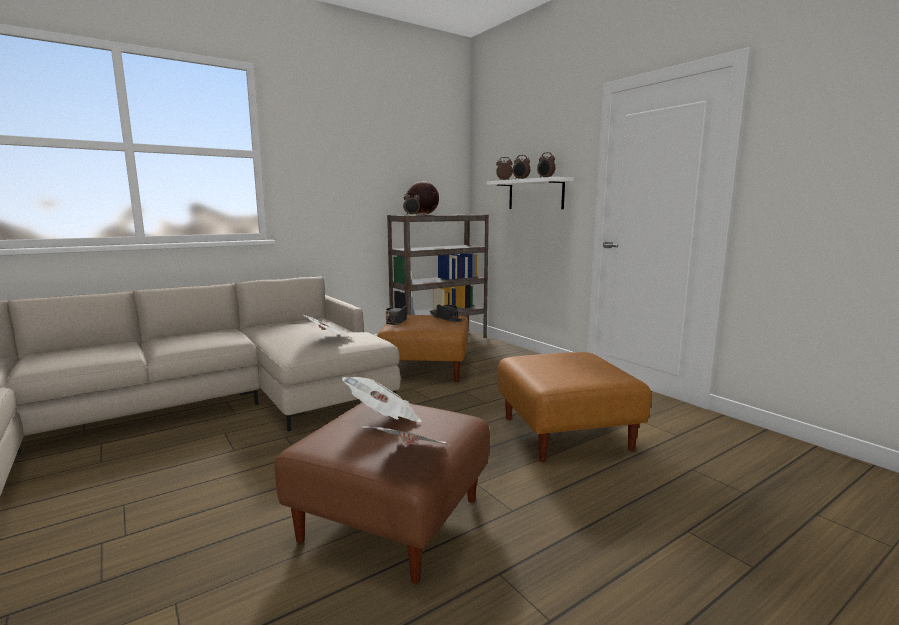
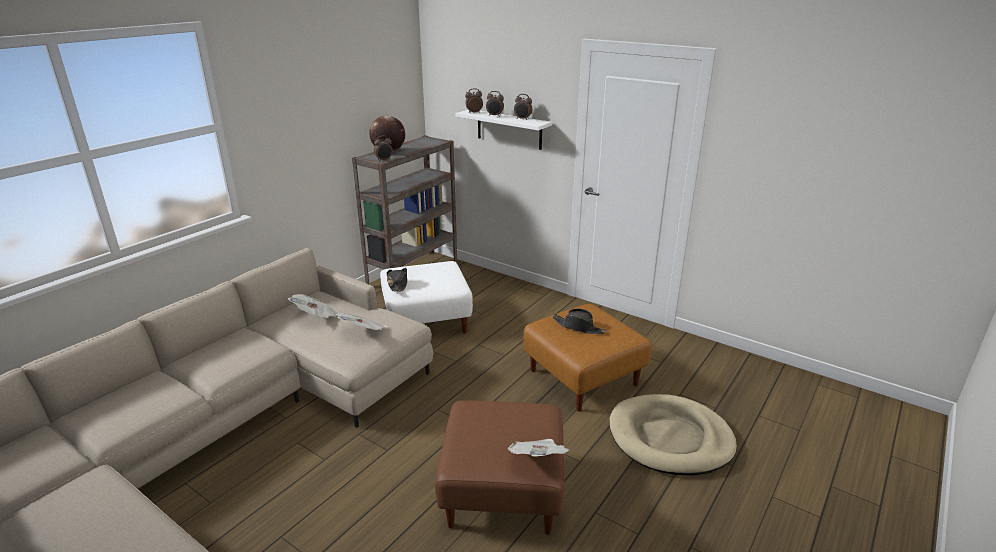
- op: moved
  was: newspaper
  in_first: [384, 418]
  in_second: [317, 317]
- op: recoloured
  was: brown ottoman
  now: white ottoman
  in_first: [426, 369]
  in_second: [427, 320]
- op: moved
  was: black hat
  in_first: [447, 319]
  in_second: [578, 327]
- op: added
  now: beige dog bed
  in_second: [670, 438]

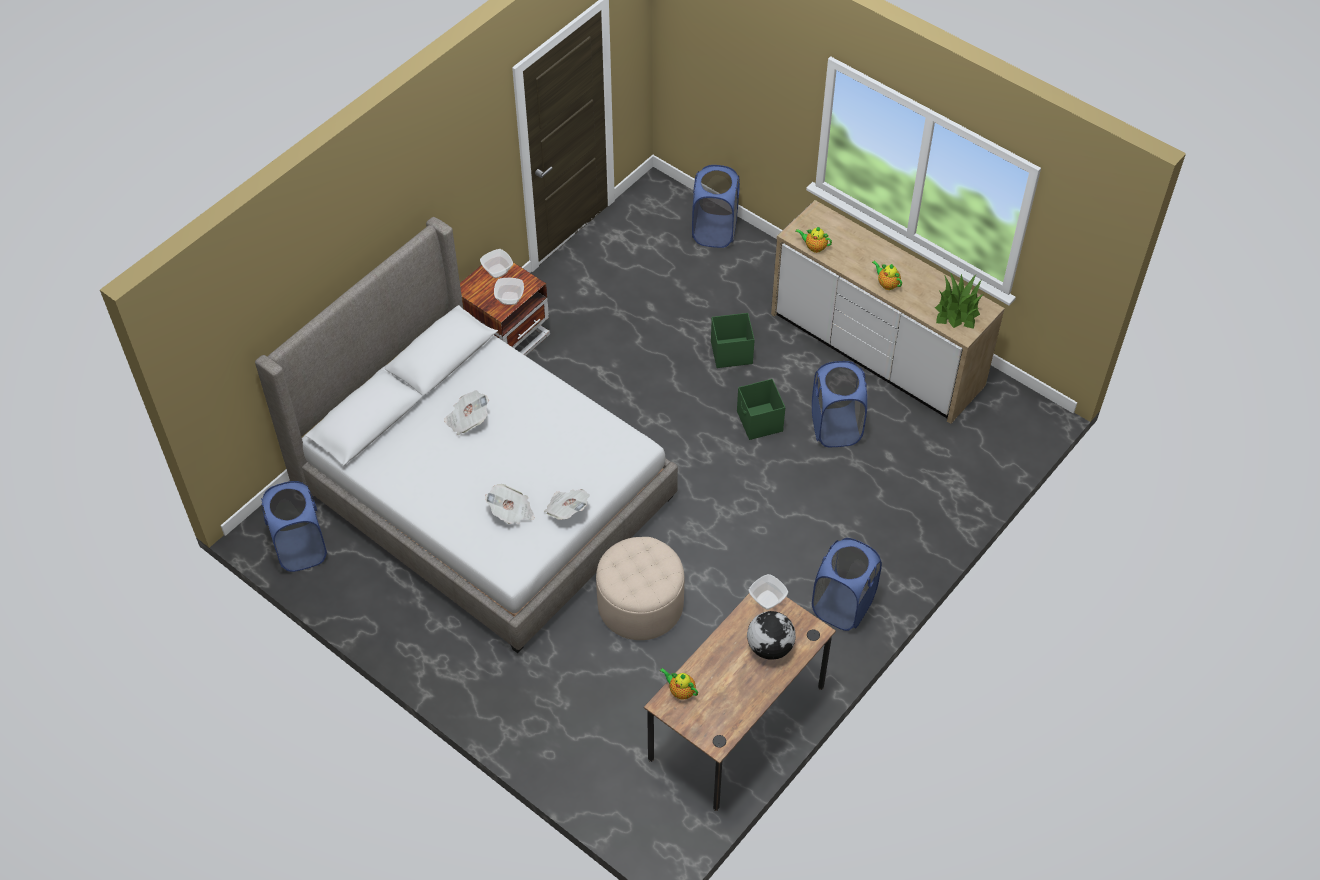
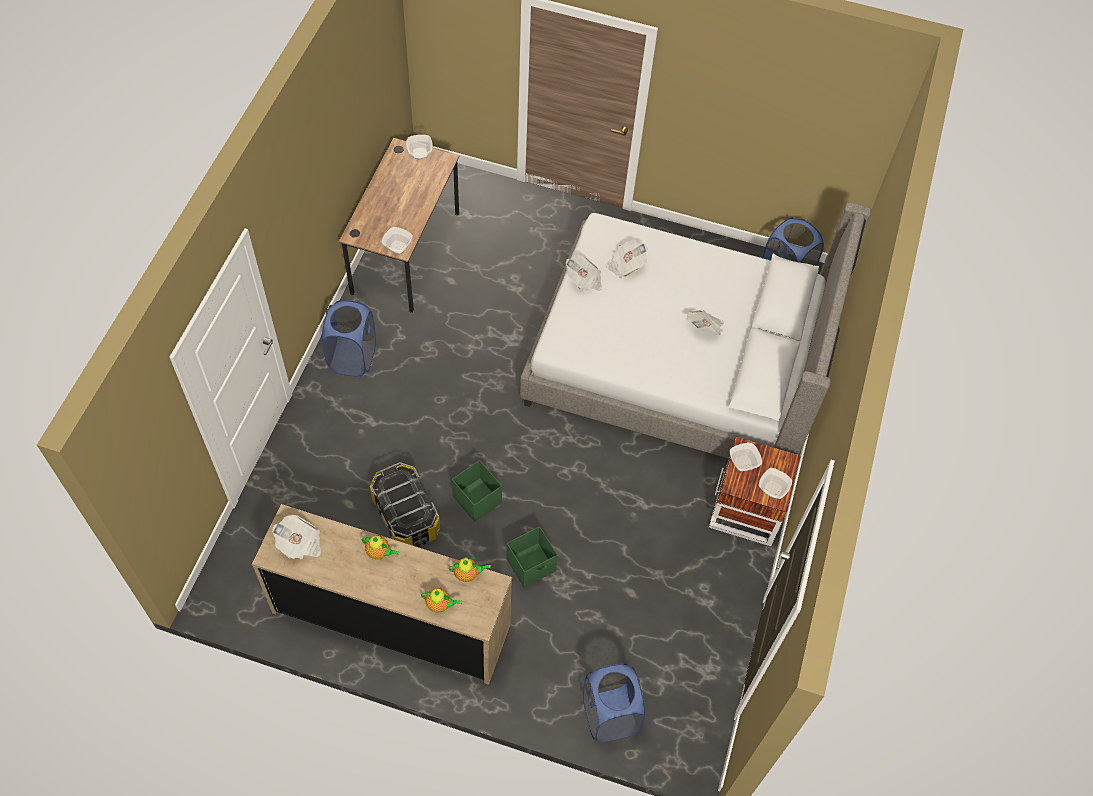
- op: removed
  was: beige ottoman
  in_first: [640, 604]
- op: moved
  was: teapot
  in_first: [680, 691]
  in_second: [440, 605]
- op: removed
  was: globe
  in_first: [770, 646]
- op: replaced
  was: blue laundry basket
  now: storage box
  in_first: [836, 428]
  in_second: [405, 516]
- op: replaced
  was: potted plant
  now: newspaper
  in_first: [957, 310]
  in_second: [300, 544]
- op: added
  now: bowl
  in_second: [419, 153]

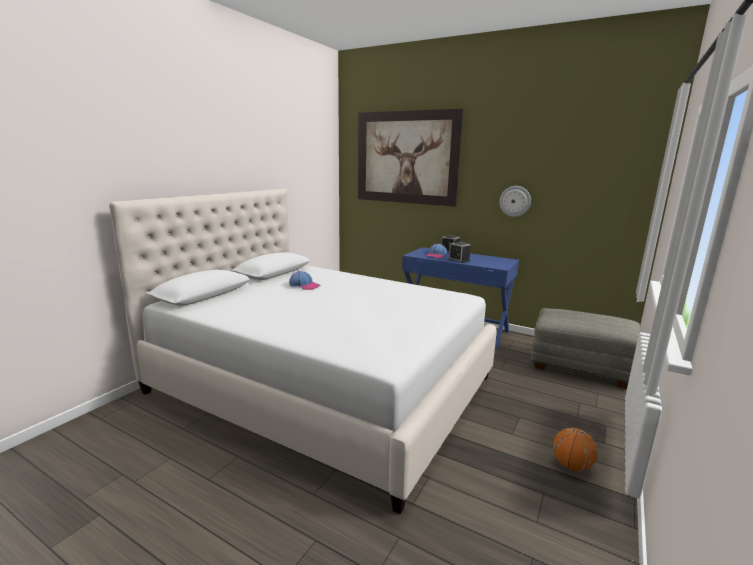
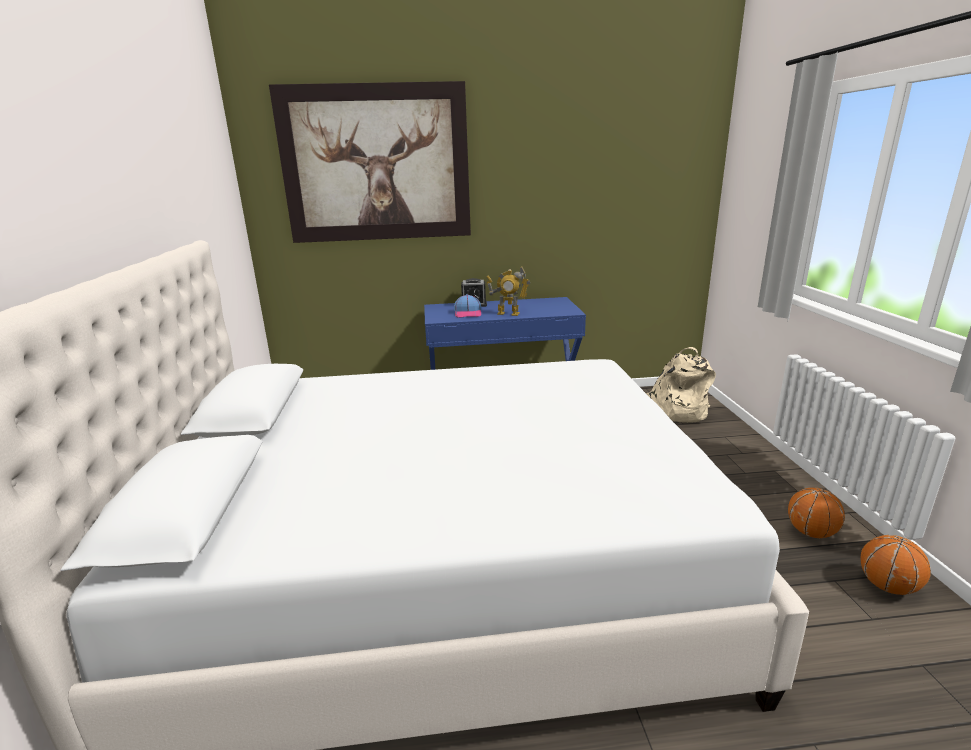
- op: removed
  was: cap
  in_first: [305, 285]
- op: replaced
  was: alarm clock
  now: toy robot
  in_first: [458, 260]
  in_second: [508, 313]
- op: removed
  was: wall clock
  in_first: [515, 201]
- op: replaced
  was: grey ottoman
  now: beige backpack
  in_first: [580, 366]
  in_second: [675, 411]
- op: added
  now: basketball
  in_second: [887, 586]

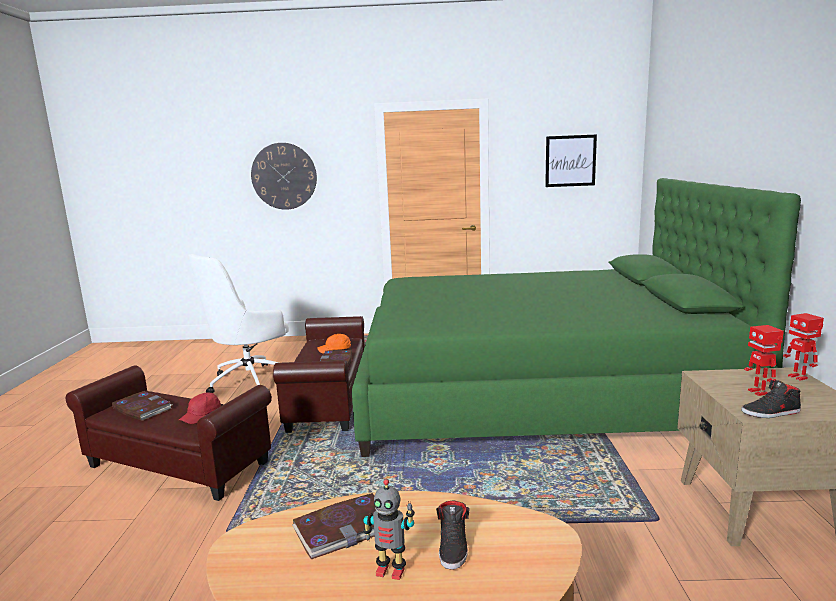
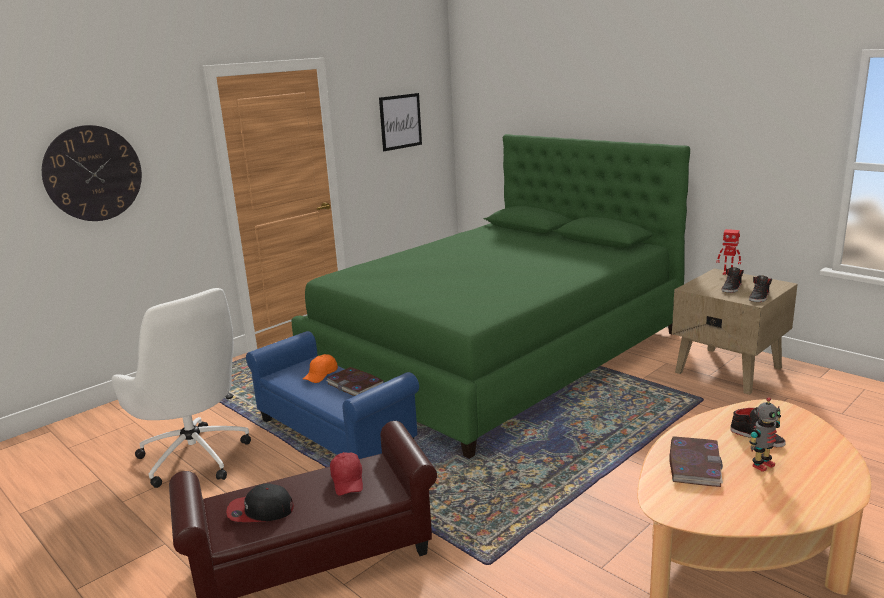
- op: replaced
  was: book
  now: cap
  in_first: [142, 409]
  in_second: [260, 511]
- op: turned
  was: white office chair
  in_first: [249, 381]
  in_second: [195, 458]
  clockwise: -45
- op: recoloured
  was: brown ottoman
  now: blue ottoman
  in_first: [329, 400]
  in_second: [335, 434]
- op: replaced
  was: toy robot
  now: black shoe
  in_first: [758, 392]
  in_second: [732, 288]

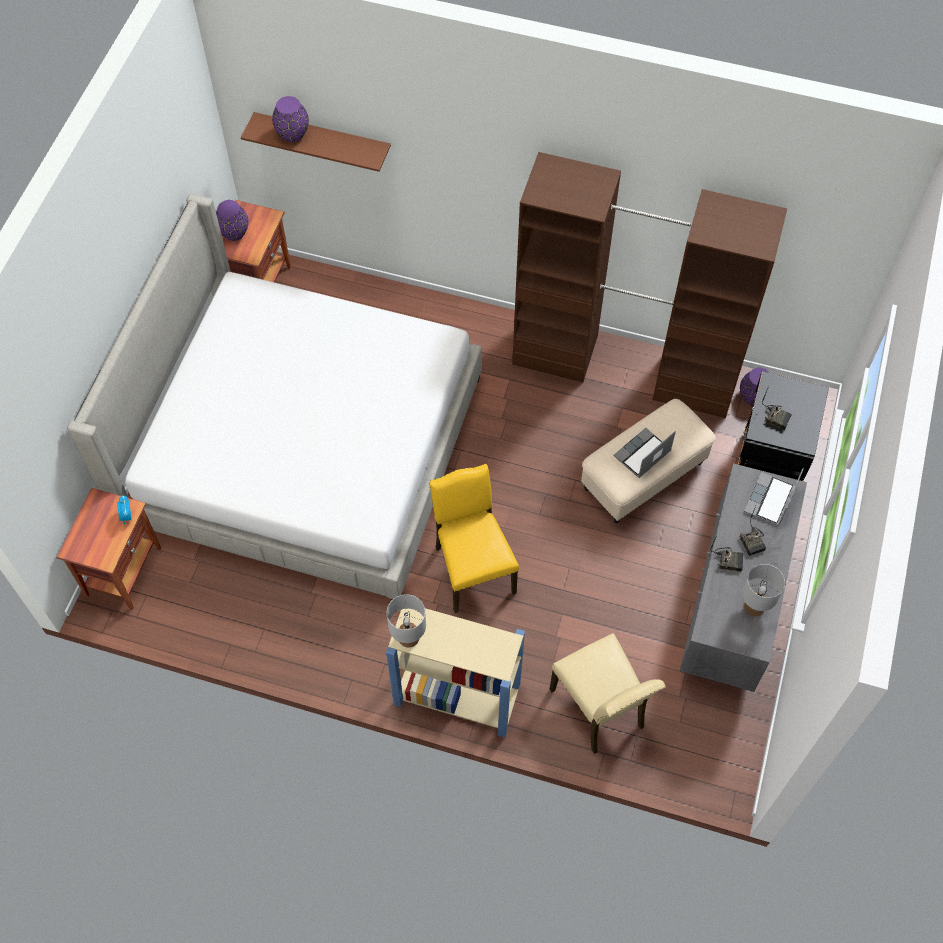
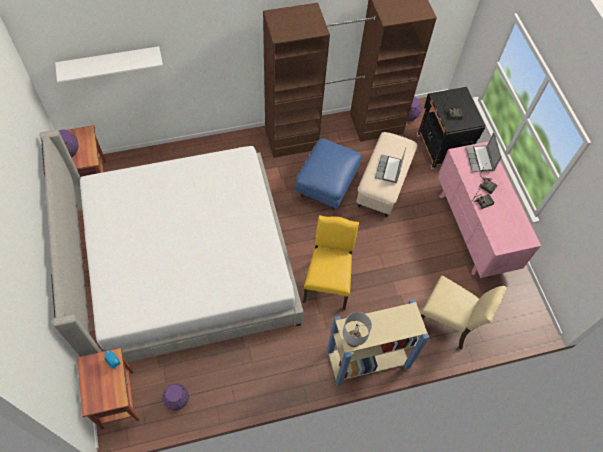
- op: recoloured
  was: brown shelf
  now: white shelf
  in_first: [323, 138]
  in_second: [110, 62]
- op: moved
  was: purple vase
  in_first: [293, 134]
  in_second: [177, 400]
- op: turned
  was: yellow chair
  in_first: [472, 568]
  in_second: [327, 282]
  clockwise: 60
- op: recoloured
  was: grey dresser
  now: pink dresser
  in_first: [731, 605]
  in_second: [473, 230]
- op: removed
  was: grey table lamp
  in_first: [754, 606]
- op: added
  now: blue ottoman
  in_second: [326, 185]

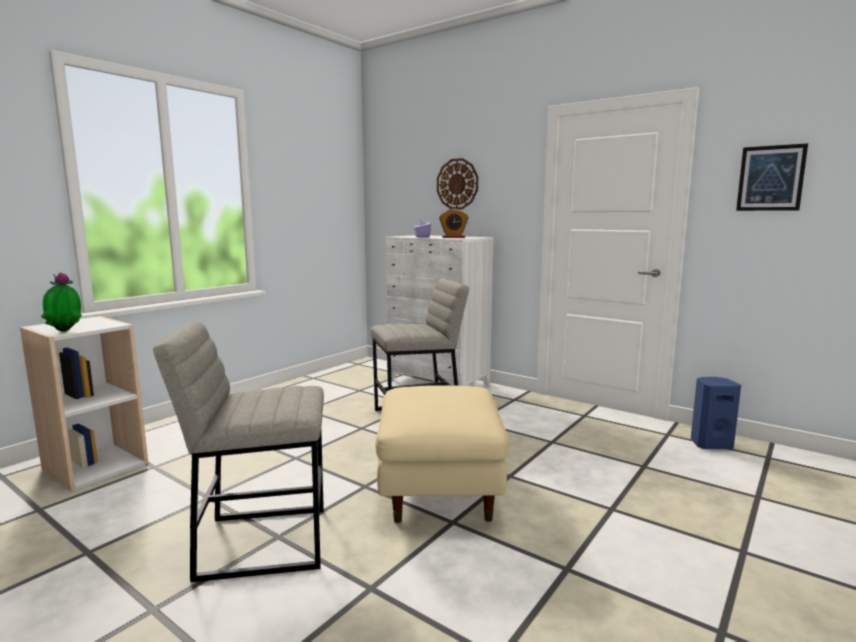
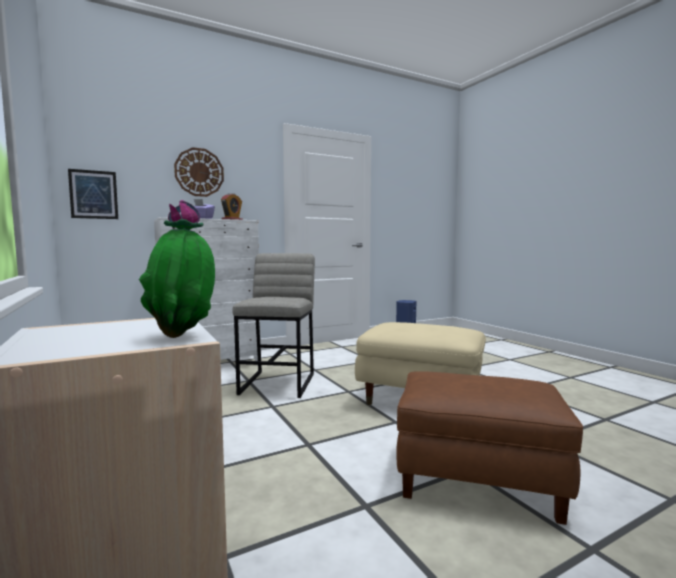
- op: replaced
  was: grey chair
  now: brown ottoman
  in_first: [259, 542]
  in_second: [476, 479]
- op: moved
  was: picture
  in_first: [770, 178]
  in_second: [93, 194]

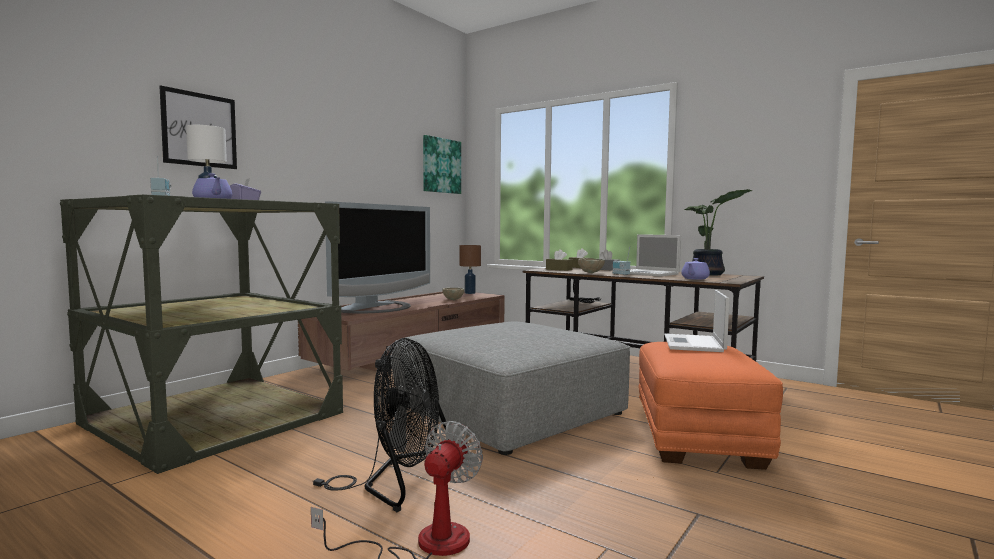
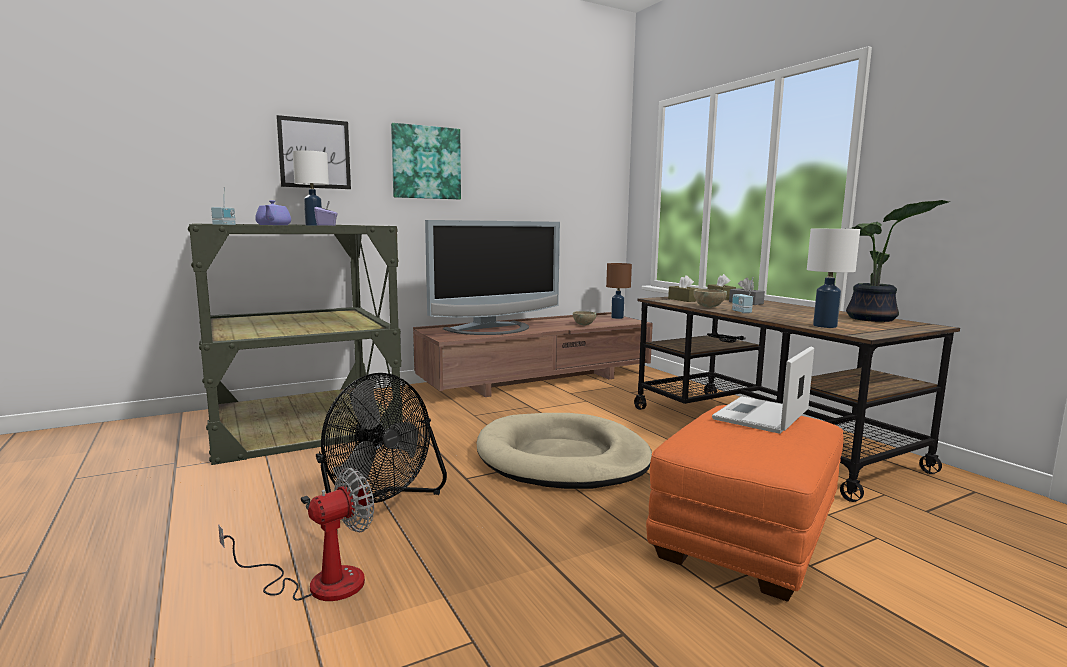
- op: replaced
  was: grey ottoman
  now: beige dog bed
  in_first: [511, 409]
  in_second: [562, 458]
- op: moved
  was: picture
  in_first: [441, 165]
  in_second: [426, 162]
- op: removed
  was: laptop
  in_first: [649, 273]
- op: replaced
  was: purple teapot
  now: white table lamp
  in_first: [694, 279]
  in_second: [825, 326]

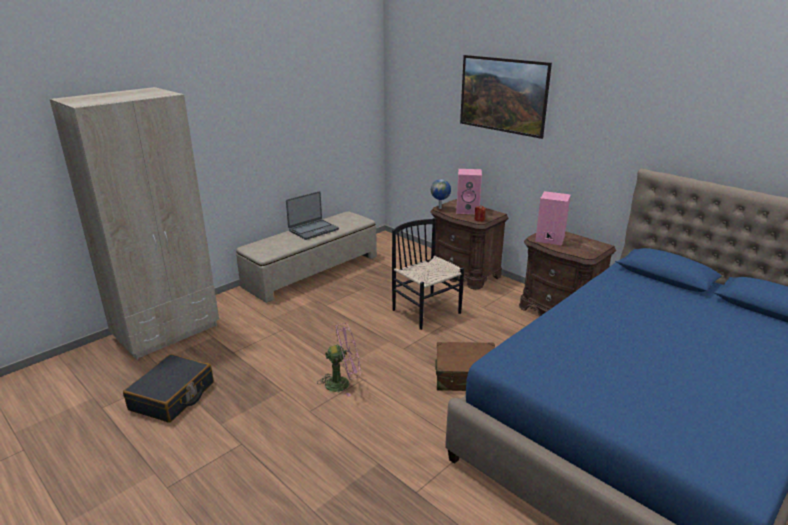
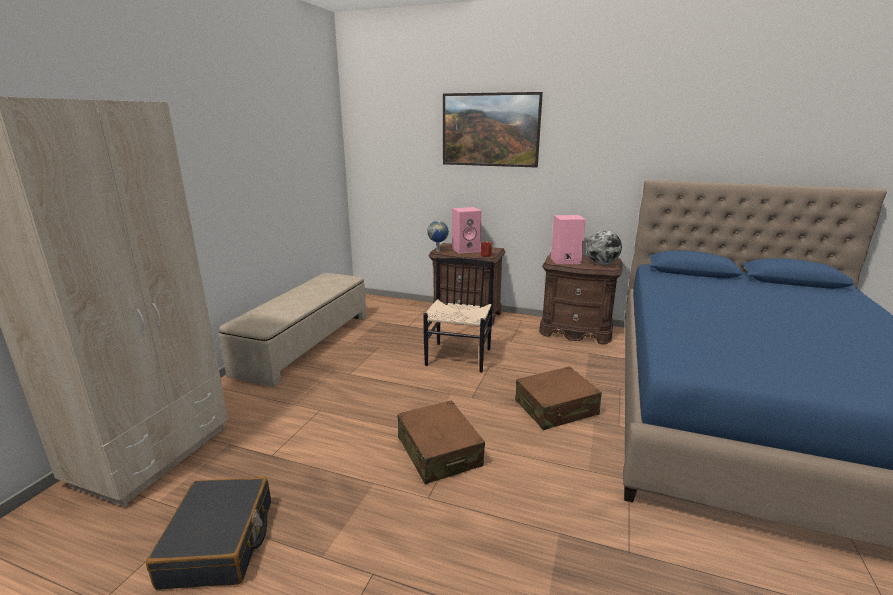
- op: removed
  was: laptop
  in_first: [313, 230]
- op: replaced
  was: pink fan
  now: brown suitcase
  in_first: [343, 383]
  in_second: [439, 452]
- op: turned
  was: black chair
  in_first: [424, 310]
  in_second: [459, 356]
  clockwise: 75
- op: added
  now: globe
  in_second: [601, 263]

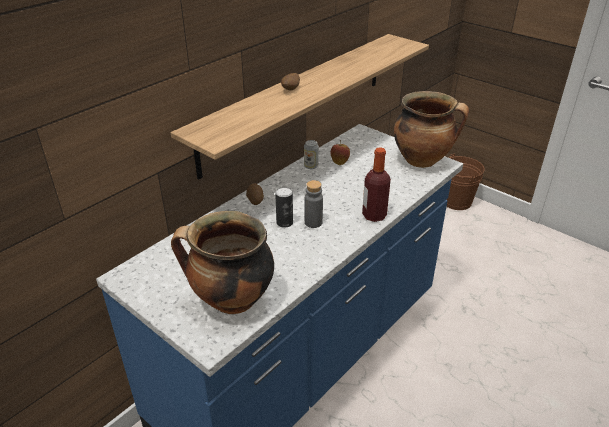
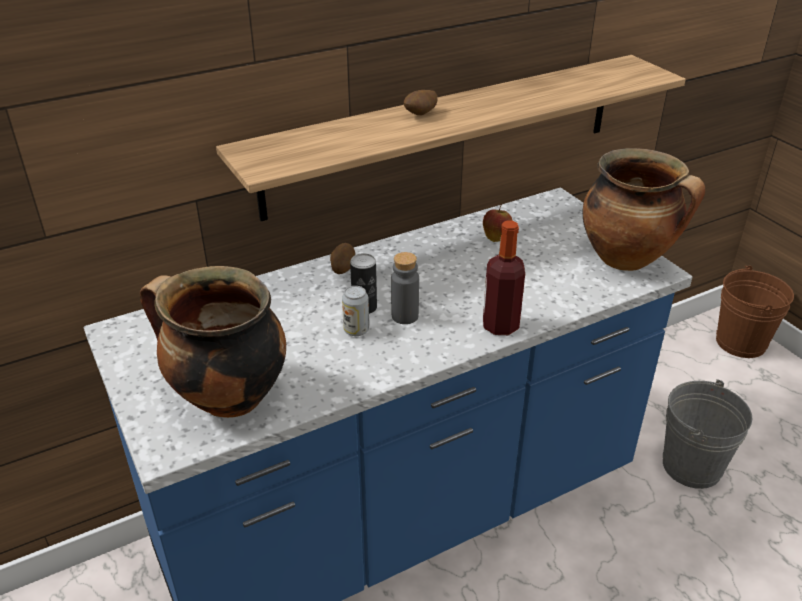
- op: moved
  was: can
  in_first: [311, 166]
  in_second: [356, 330]
- op: added
  now: grey bucket
  in_second: [691, 466]

